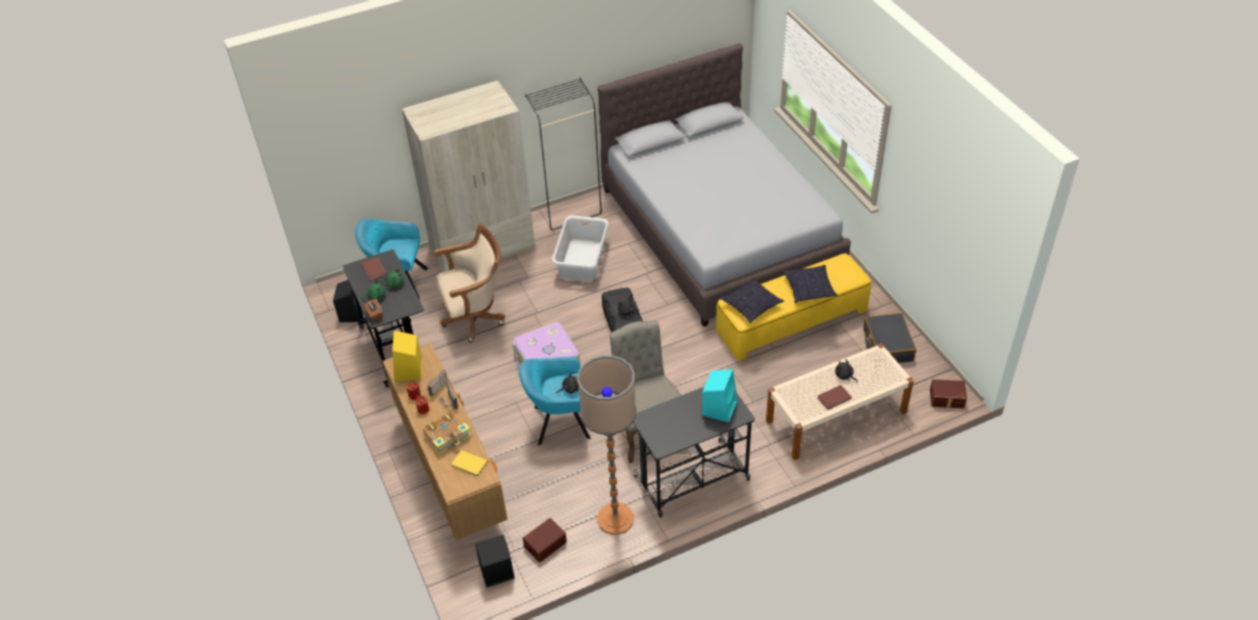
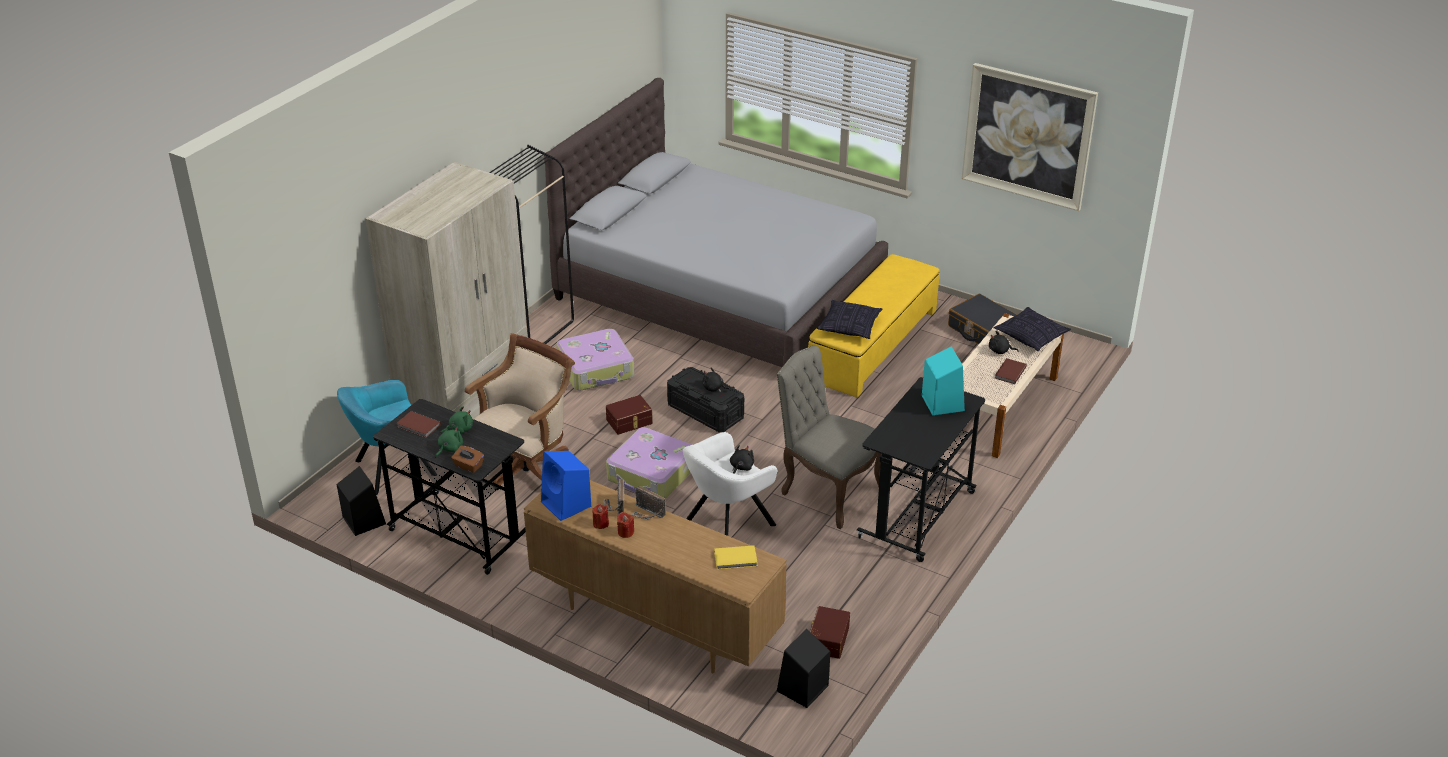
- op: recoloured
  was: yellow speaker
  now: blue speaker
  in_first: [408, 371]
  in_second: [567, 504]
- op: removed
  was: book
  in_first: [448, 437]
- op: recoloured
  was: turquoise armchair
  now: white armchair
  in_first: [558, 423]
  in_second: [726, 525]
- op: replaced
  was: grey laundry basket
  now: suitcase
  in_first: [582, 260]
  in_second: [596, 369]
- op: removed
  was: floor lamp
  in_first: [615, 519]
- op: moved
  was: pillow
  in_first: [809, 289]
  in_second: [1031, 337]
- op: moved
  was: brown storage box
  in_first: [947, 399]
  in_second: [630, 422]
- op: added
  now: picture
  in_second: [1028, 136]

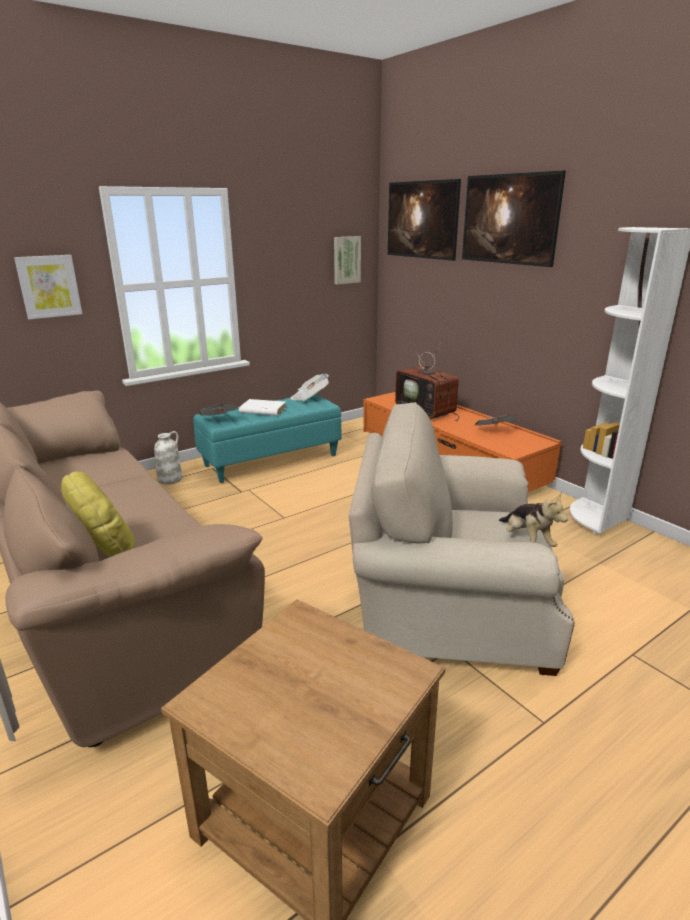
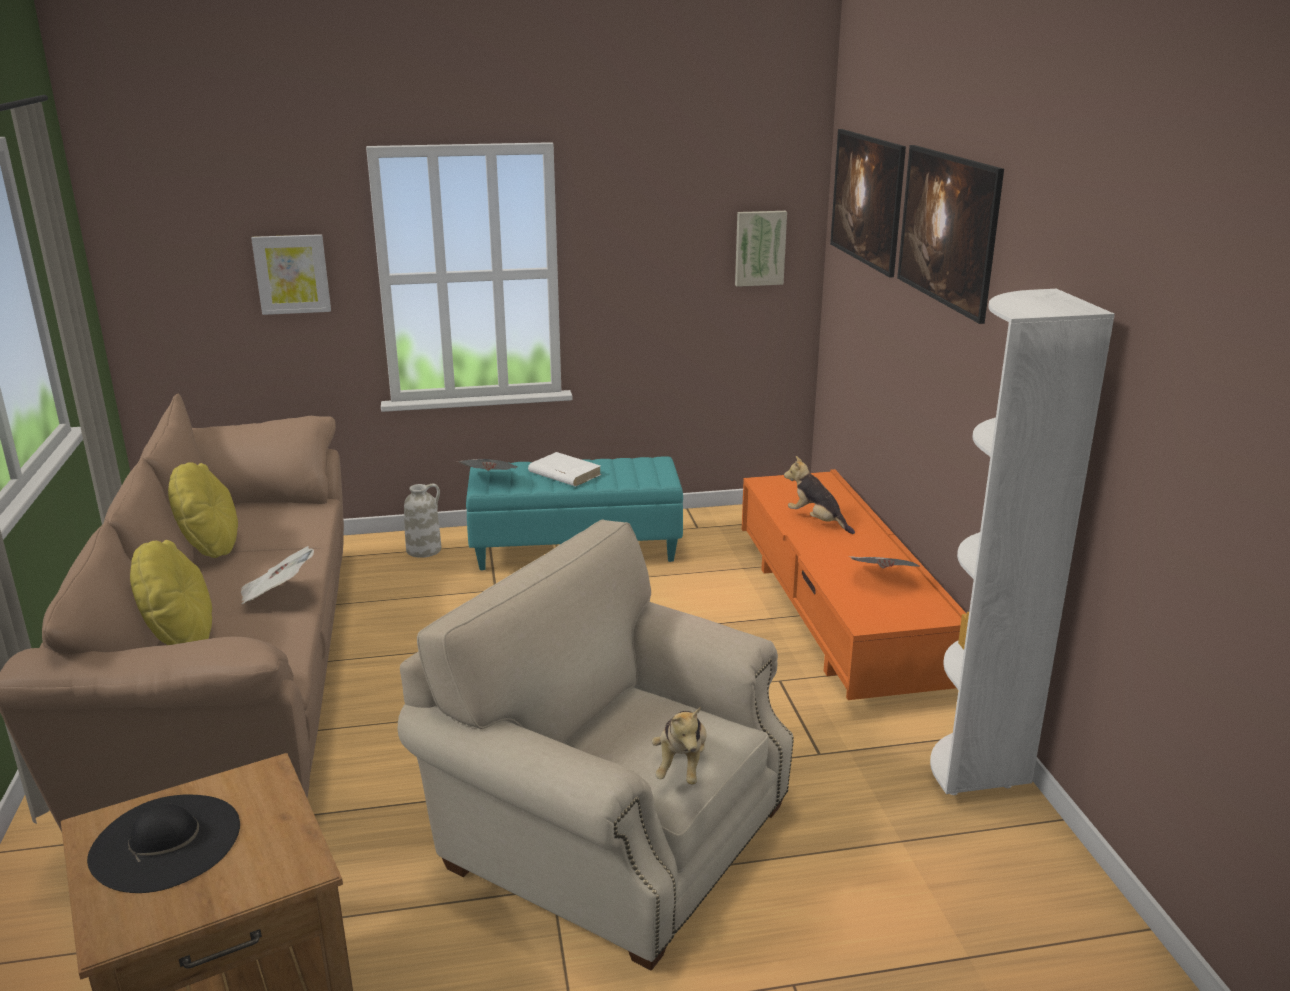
- op: moved
  was: newspaper
  in_first: [310, 397]
  in_second: [277, 593]
- op: replaced
  was: television
  now: plush toy
  in_first: [428, 412]
  in_second: [817, 521]
- op: added
  now: black hat
  in_second: [165, 842]
- op: added
  now: yellow pillow
  in_second: [211, 550]

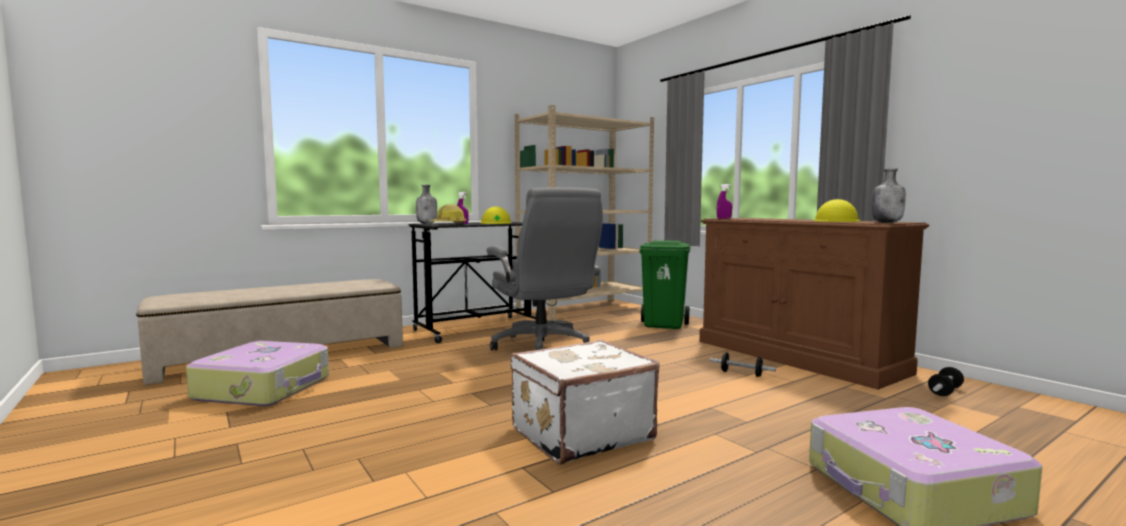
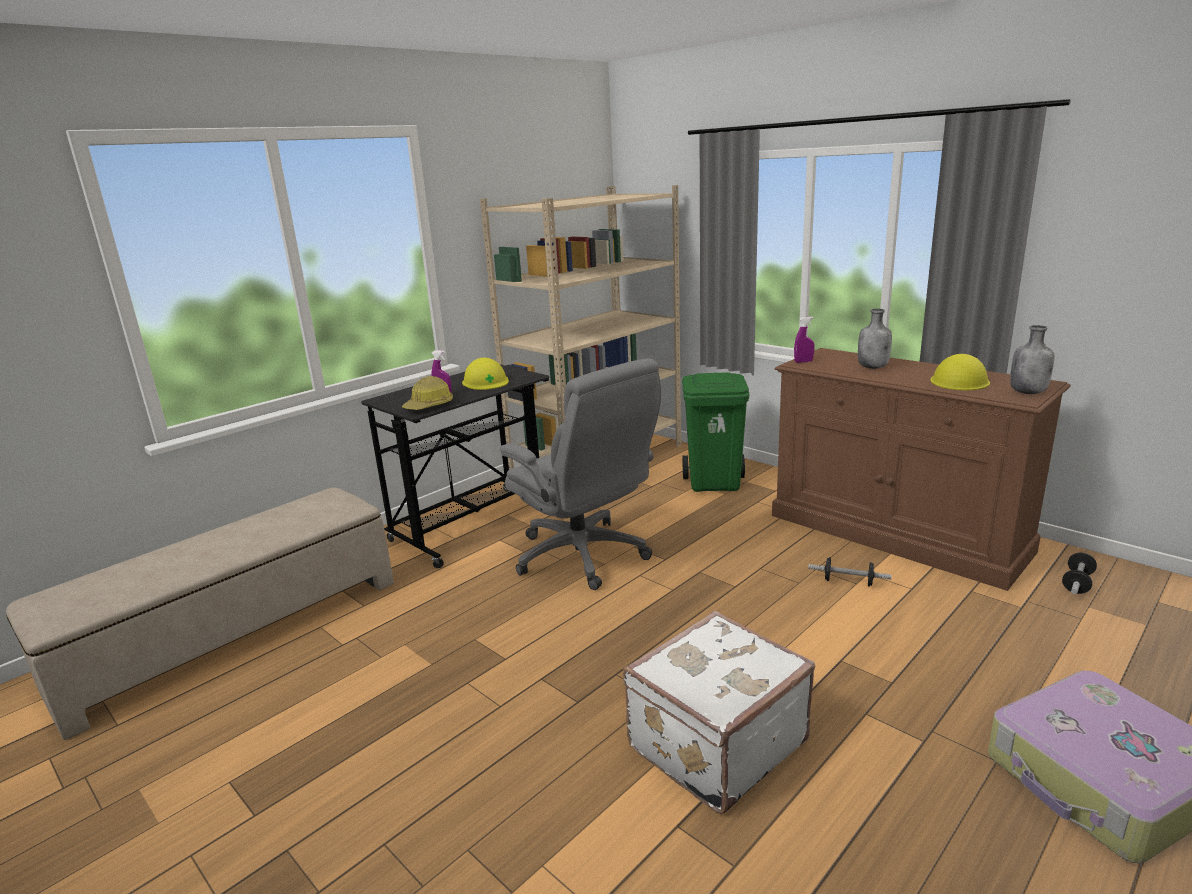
- op: removed
  was: suitcase
  in_first: [265, 388]
- op: moved
  was: grey bottle
  in_first: [427, 223]
  in_second: [873, 367]

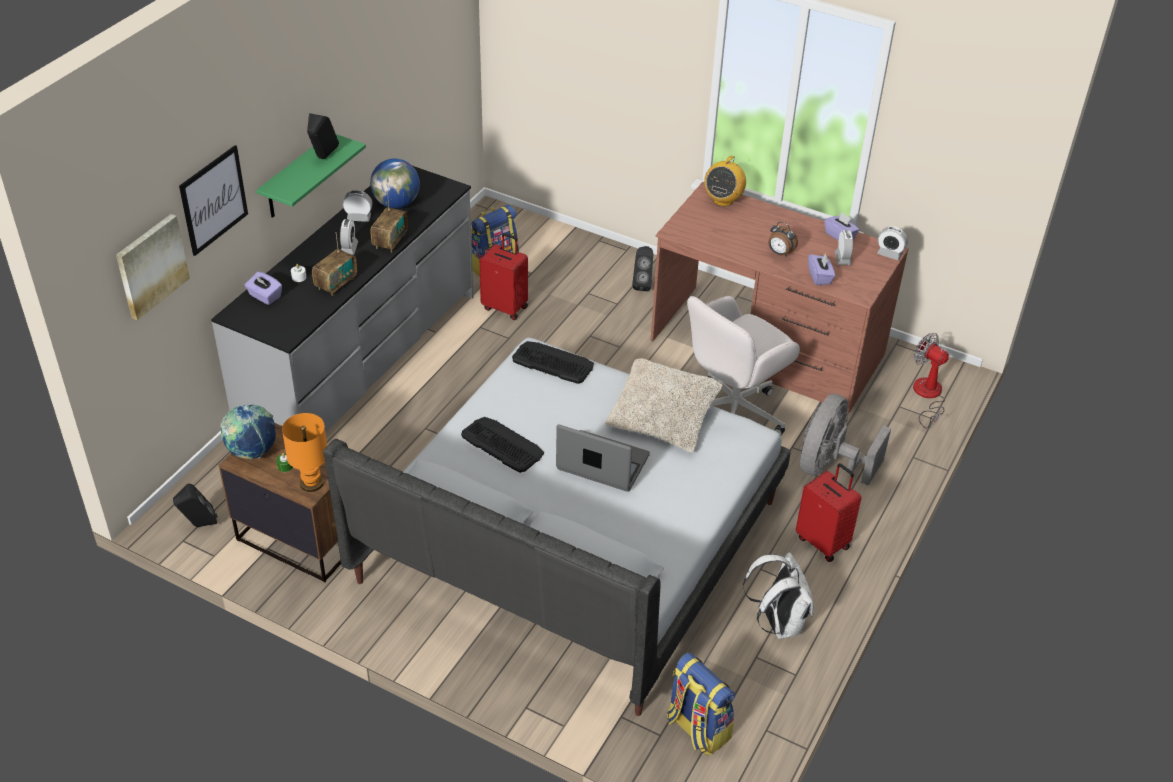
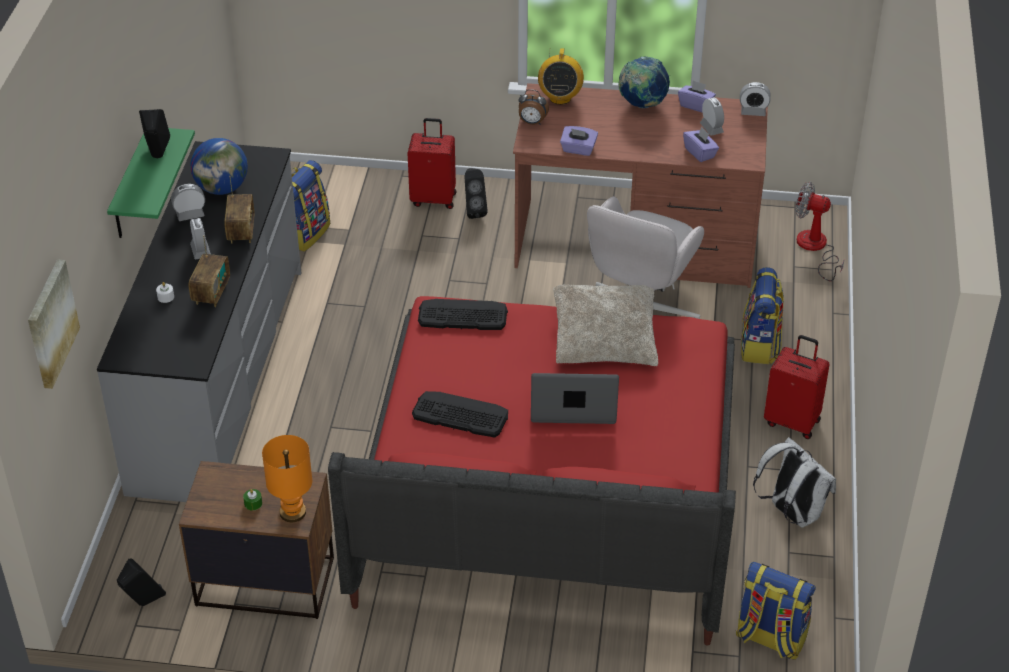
- op: removed
  was: picture
  in_first: [213, 200]
- op: moved
  was: globe
  in_first: [252, 452]
  in_second: [642, 104]
- op: moved
  was: purple tissue box
  in_first: [264, 296]
  in_second: [578, 149]
- op: recoloured
  was: grey bed
  now: red bed
  in_first: [571, 540]
  in_second: [548, 495]
- op: moved
  was: red suitcase
  in_first: [505, 307]
  in_second: [434, 198]
- op: moved
  was: alarm clock
  in_first: [780, 253]
  in_second: [532, 123]
- op: replaced
  was: grey fan
  now: backpack
  in_first: [829, 467]
  in_second: [760, 346]

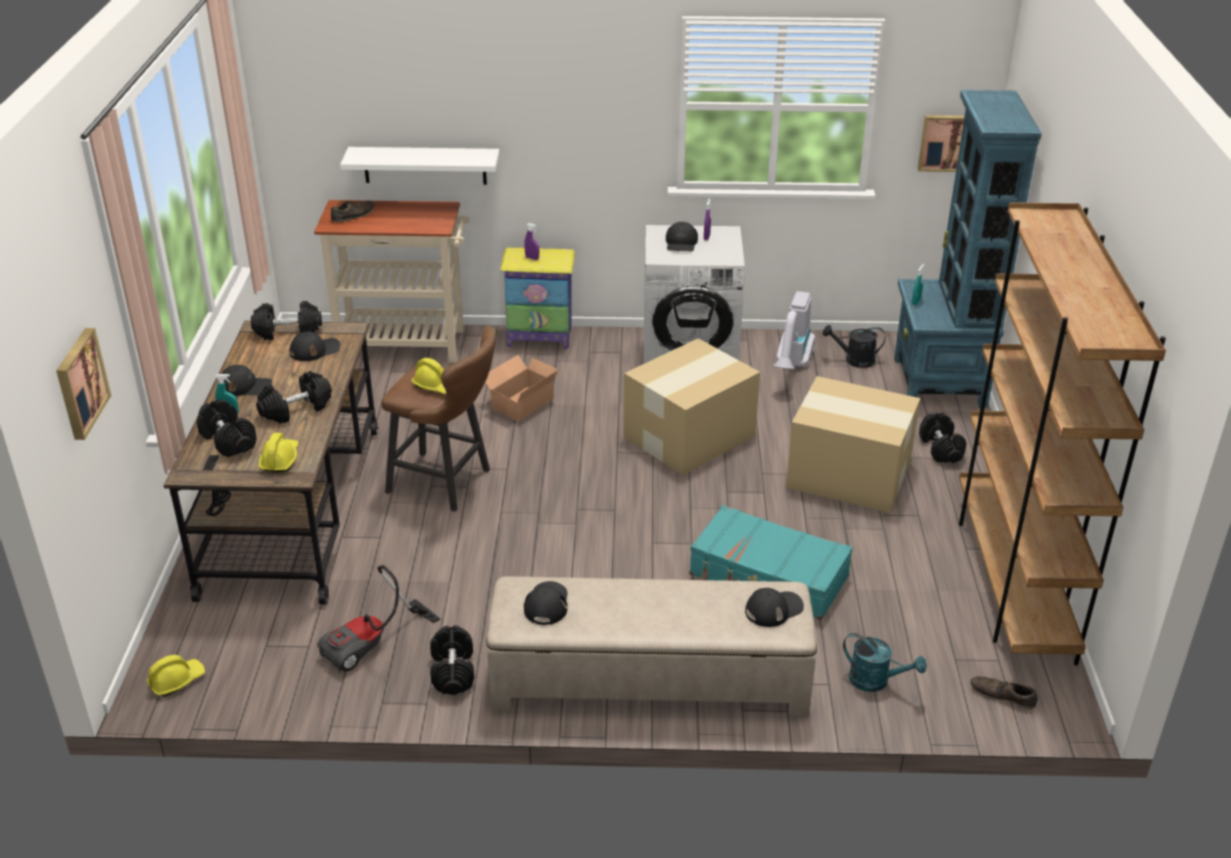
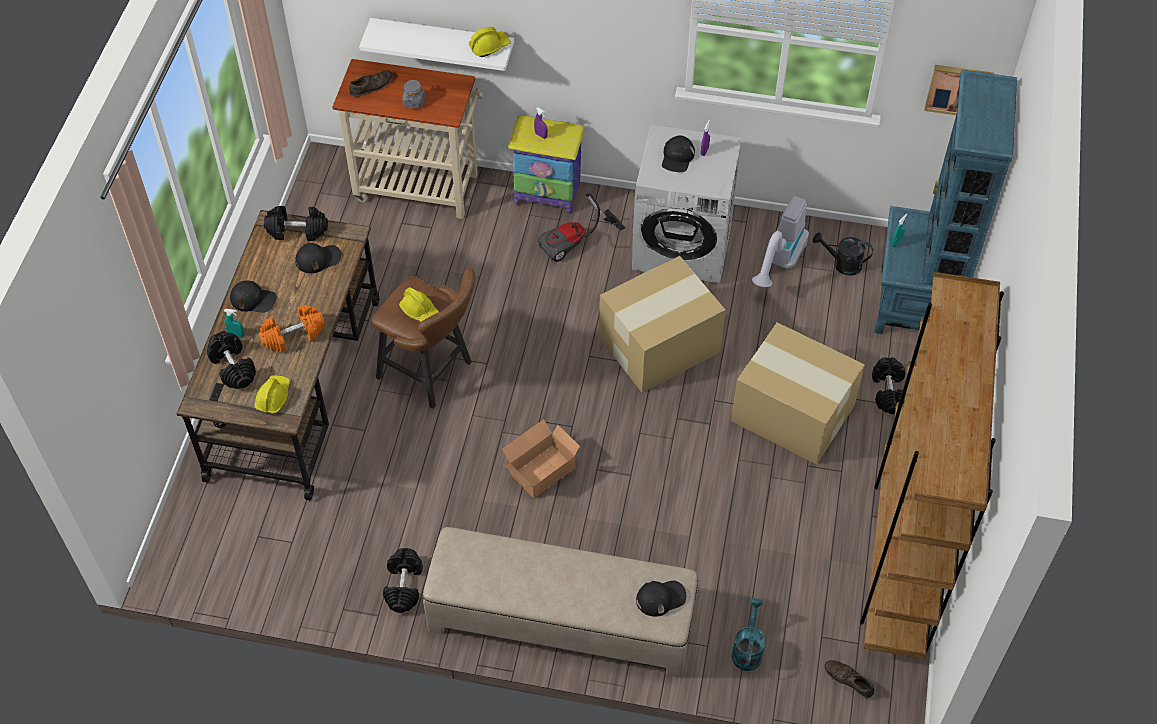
- op: removed
  was: picture
  in_first: [79, 383]
- op: moved
  was: yellow hard hat
  in_first: [176, 681]
  in_second: [489, 46]
- op: recoloured
  was: black dumbbell
  now: orange dumbbell
  in_first: [296, 410]
  in_second: [293, 336]
- op: moved
  was: vacuum cleaner
  in_first: [373, 646]
  in_second: [576, 243]
- op: moved
  was: cardboard box
  in_first: [520, 403]
  in_second: [540, 470]
- op: removed
  was: black cap
  in_first: [546, 604]
- op: removed
  was: turquoise suitcase
  in_first: [769, 576]
- op: turned
  was: turquoise watering can
  in_first: [876, 681]
  in_second: [747, 649]
  clockwise: -120
- op: added
  now: grey jar
  in_second: [414, 102]

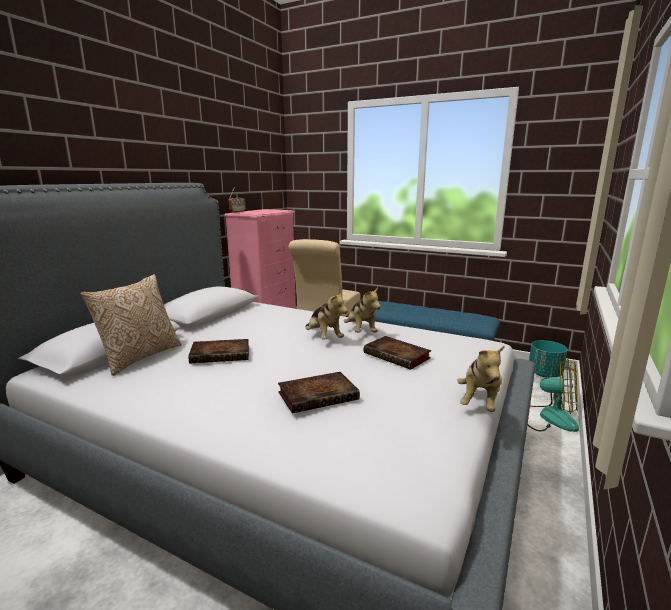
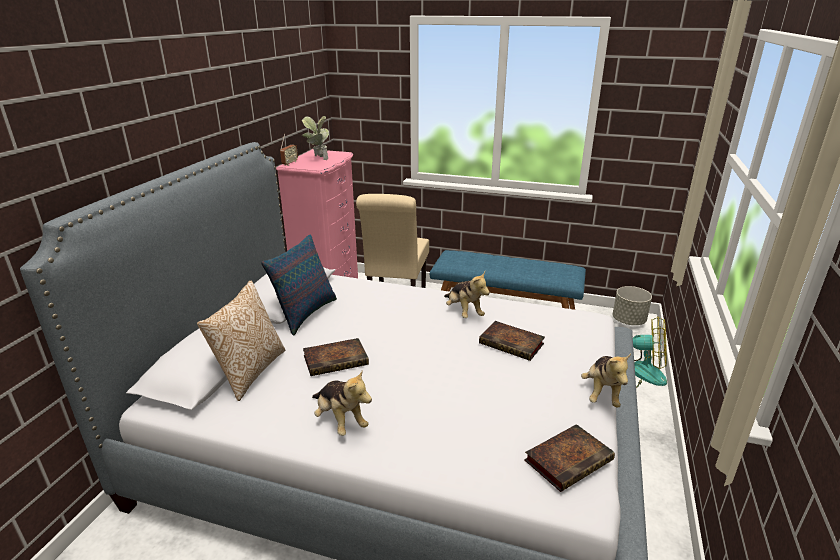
- op: moved
  was: book
  in_first: [319, 395]
  in_second: [569, 459]
- op: moved
  was: plush toy
  in_first: [324, 337]
  in_second: [340, 420]
- op: recoloured
  was: turquoise planter
  now: grey planter
  in_first: [544, 374]
  in_second: [628, 321]
- op: added
  now: blue pillow
  in_second: [306, 314]
- op: added
  now: potted plant
  in_second: [318, 159]

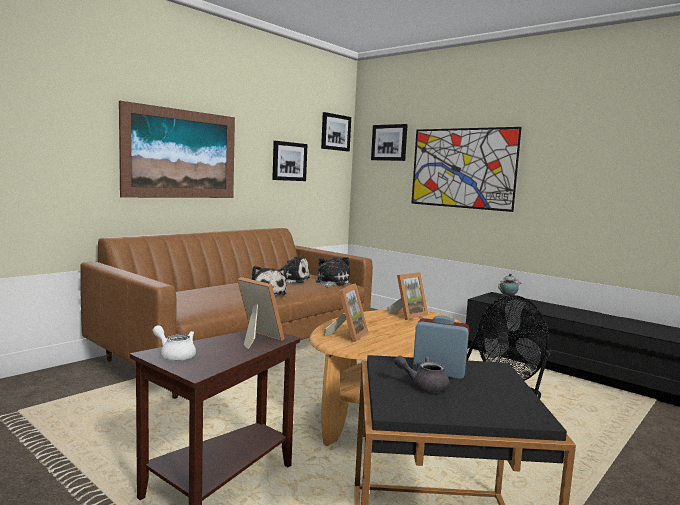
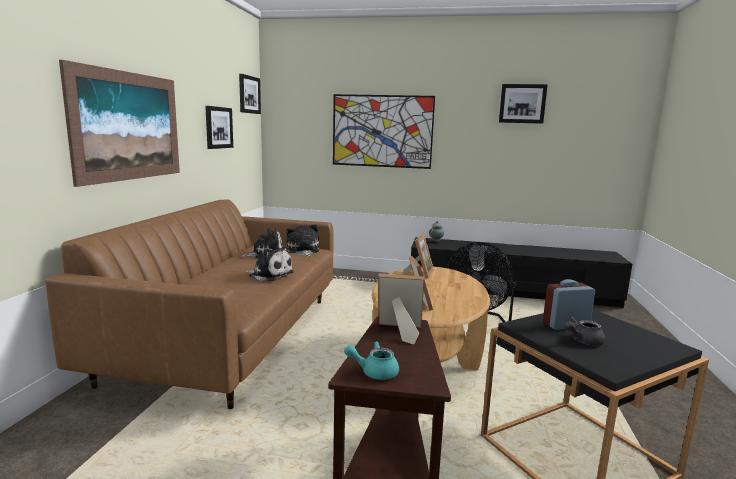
- op: recoloured
  was: white teapot
  now: turquoise teapot
  in_first: [175, 355]
  in_second: [374, 372]
- op: moved
  was: picture
  in_first: [389, 142]
  in_second: [522, 103]

